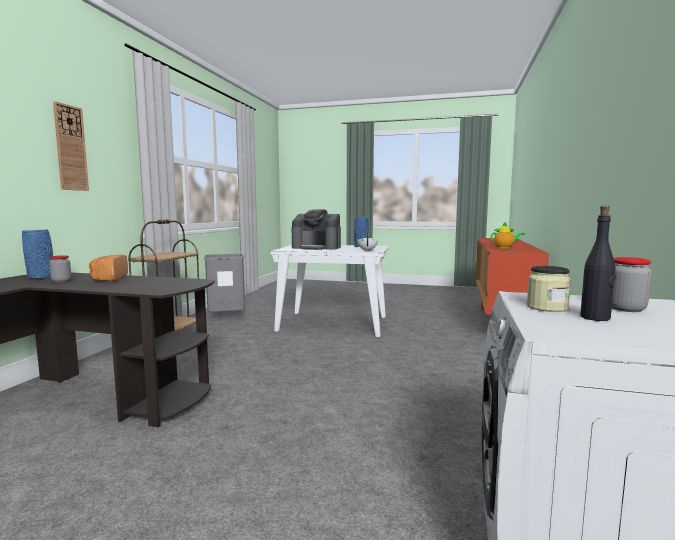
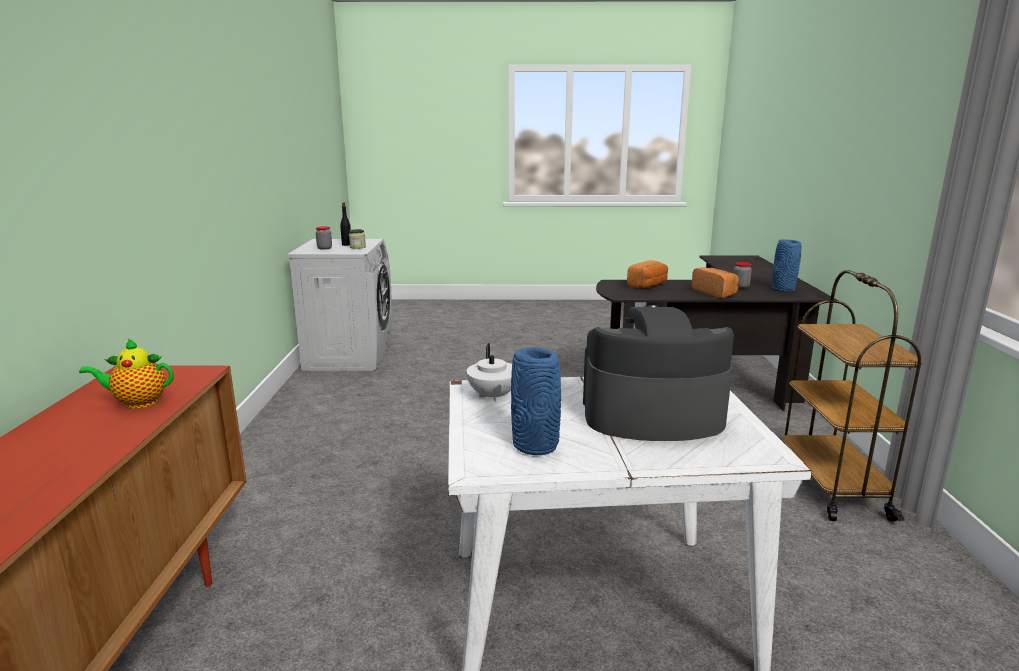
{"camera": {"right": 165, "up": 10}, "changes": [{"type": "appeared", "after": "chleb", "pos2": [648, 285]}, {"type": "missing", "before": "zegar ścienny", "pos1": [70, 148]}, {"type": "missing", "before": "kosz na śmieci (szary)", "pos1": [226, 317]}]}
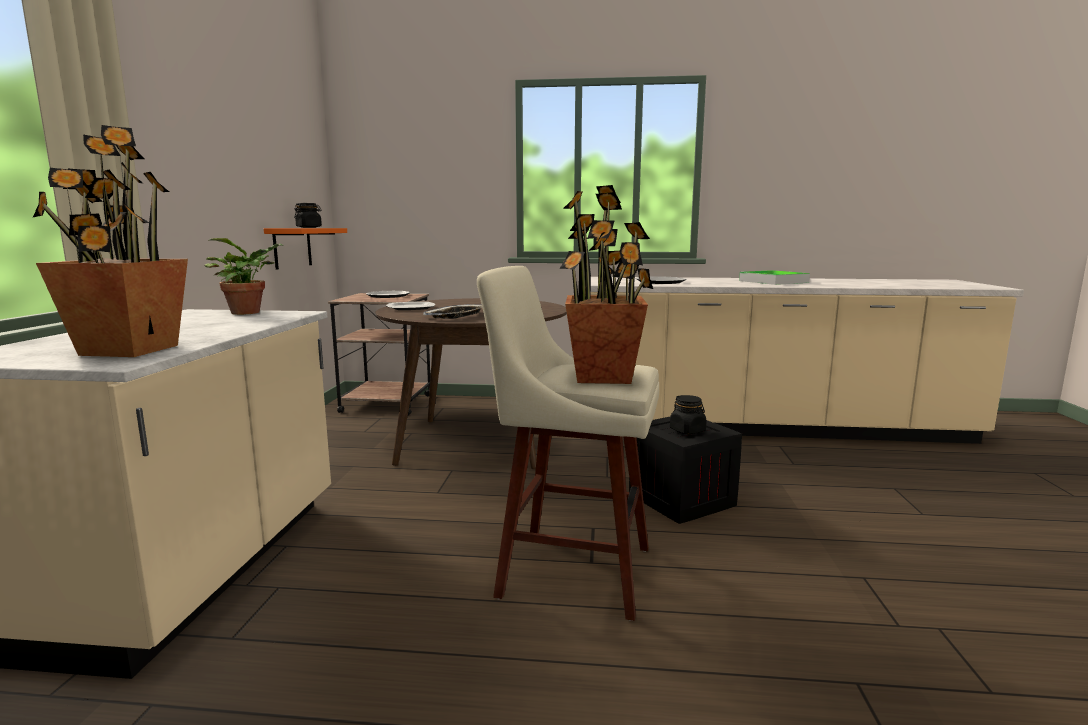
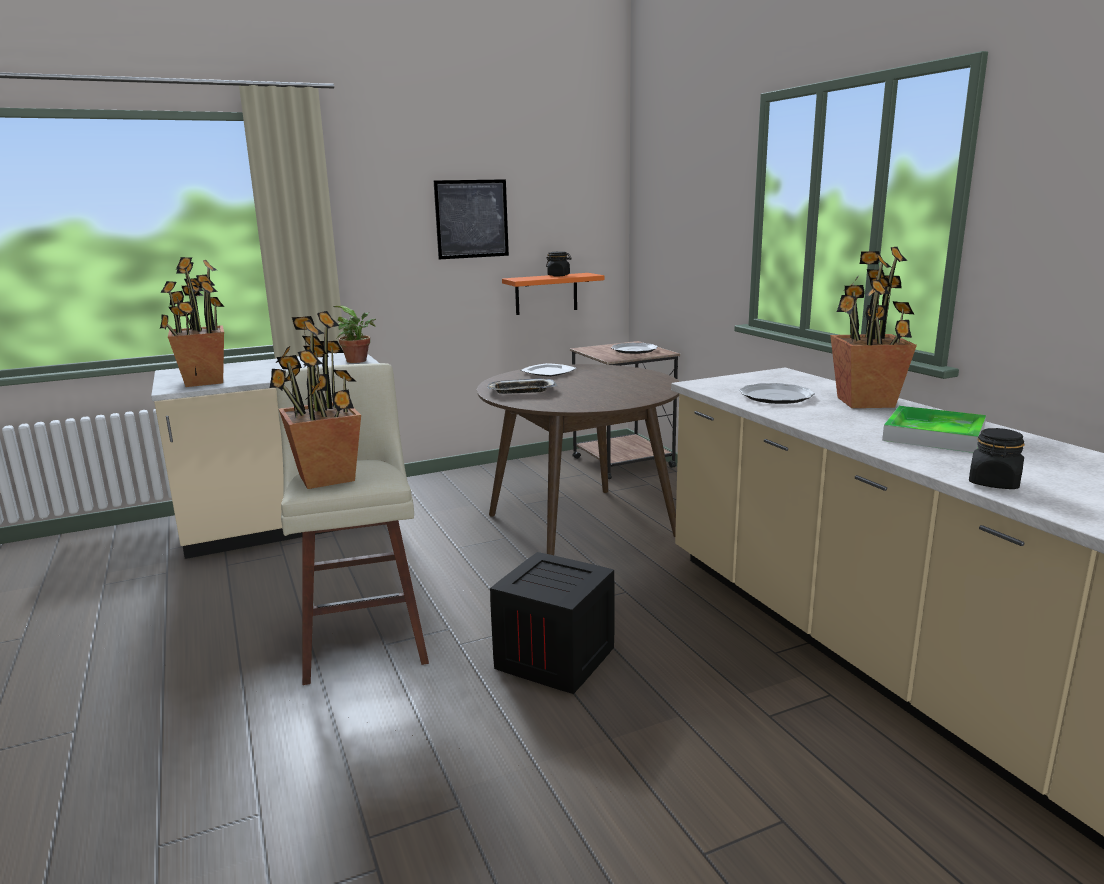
{"camera": {"right": 60, "up": 5}, "changes": [{"type": "appeared", "after": "obraz", "pos2": [471, 219]}, {"type": "appeared", "after": "roślina doniczkowa", "pos2": [864, 402]}, {"type": "relocated", "before": "słoik (czarny)", "pos1": [687, 430], "pos2": [994, 483]}]}
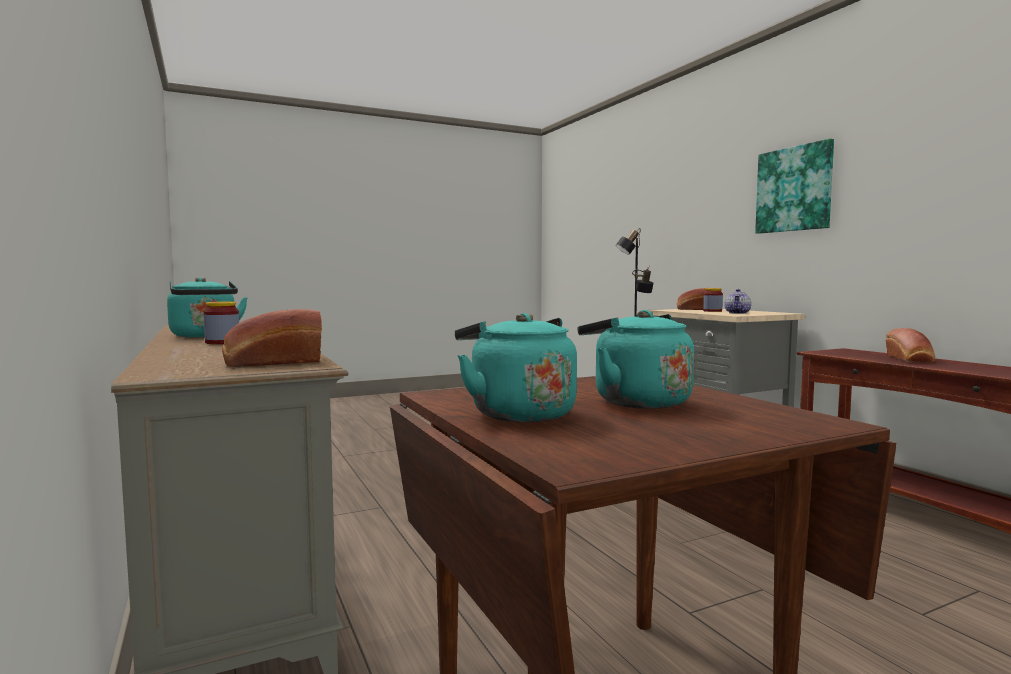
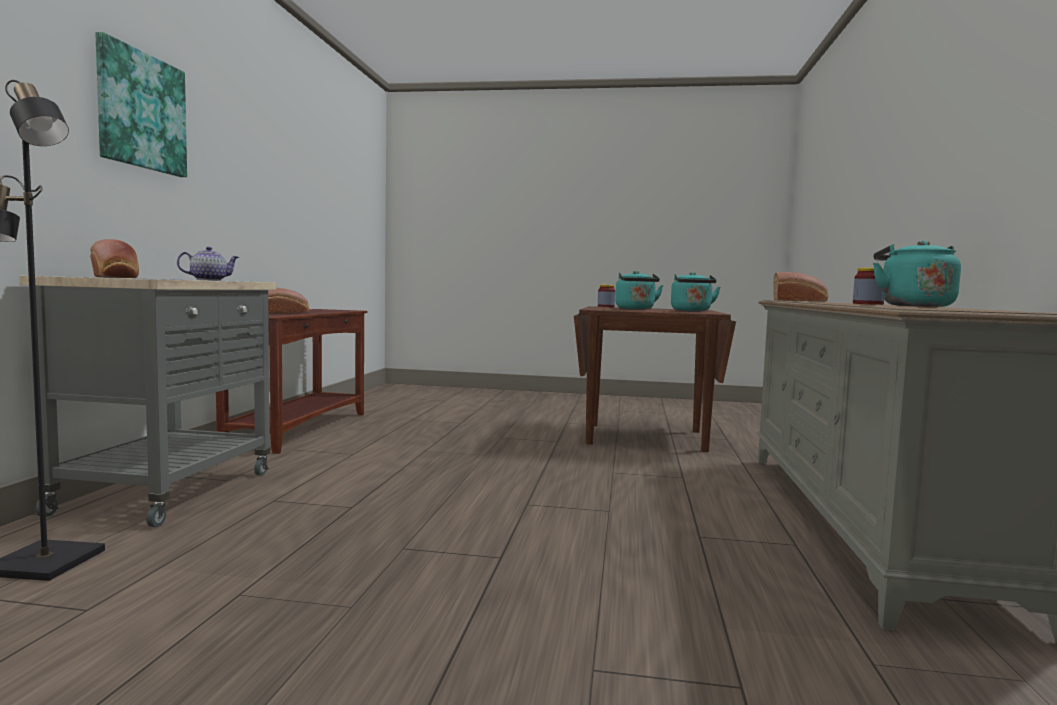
{"camera": {"right": -145, "up": 0}, "changes": [{"type": "relocated", "before": "słoik", "pos1": [712, 311], "pos2": [606, 306]}]}
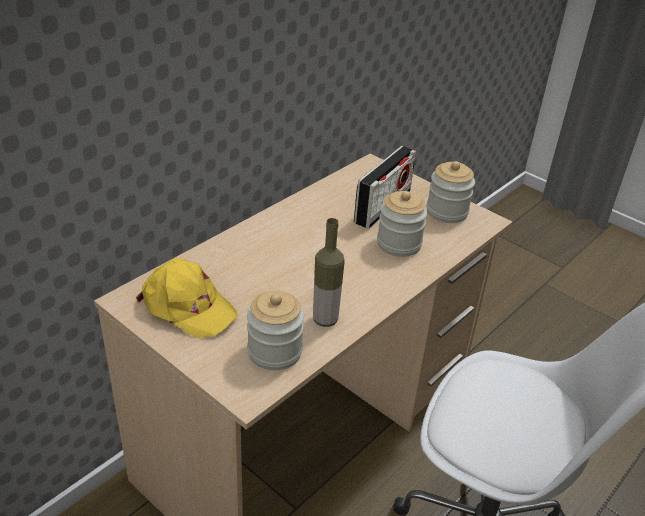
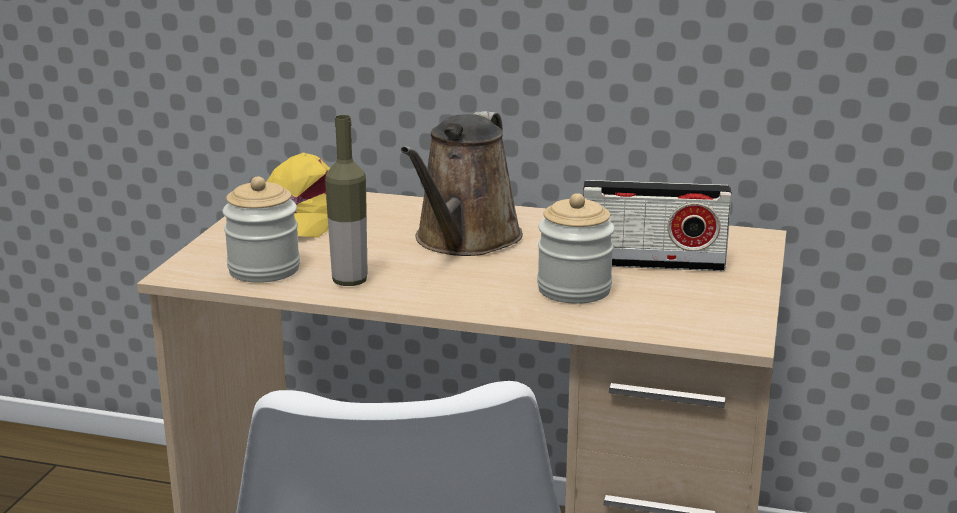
{"camera": {"right": 65, "up": -15}, "changes": [{"type": "appeared", "after": "konewka (brązowy)", "pos2": [464, 240]}, {"type": "missing", "before": "słoik", "pos1": [447, 212]}]}
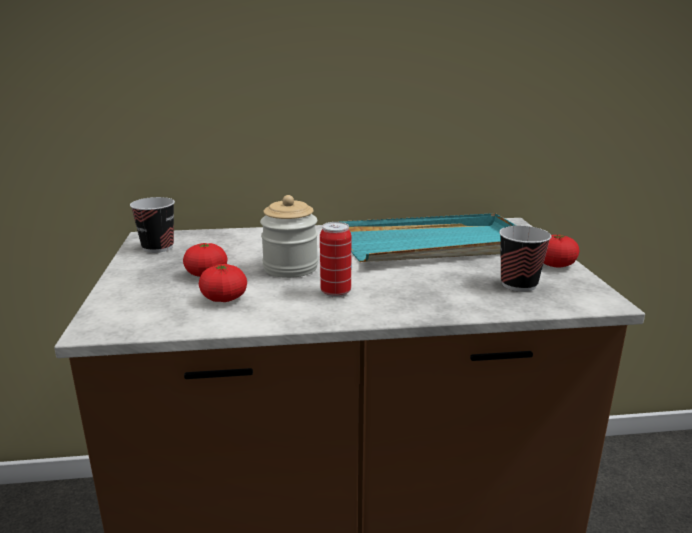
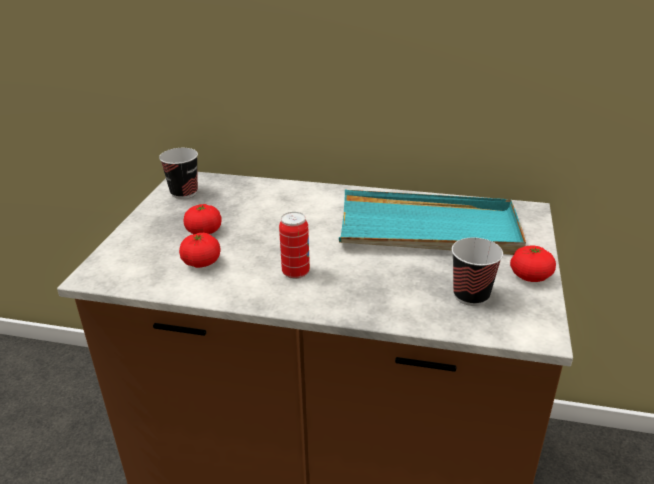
{"camera": {"right": 20, "up": 10}, "changes": [{"type": "missing", "before": "słoik", "pos1": [290, 268]}]}
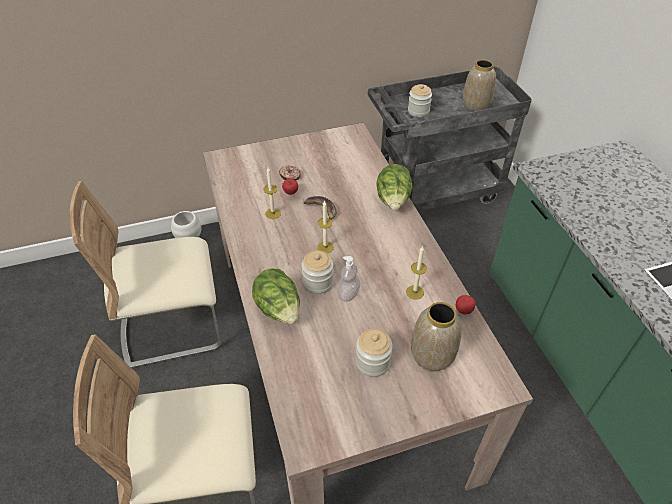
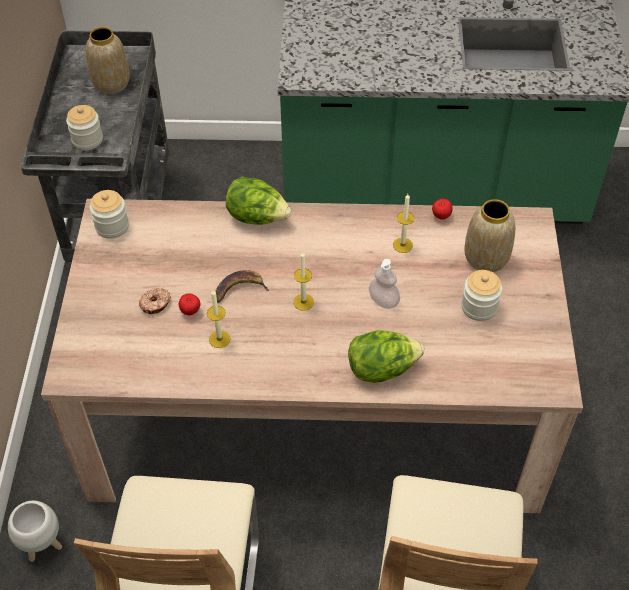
{"camera": {"right": -70, "up": 5}, "changes": [{"type": "relocated", "before": "słoik", "pos1": [318, 283], "pos2": [112, 226]}]}
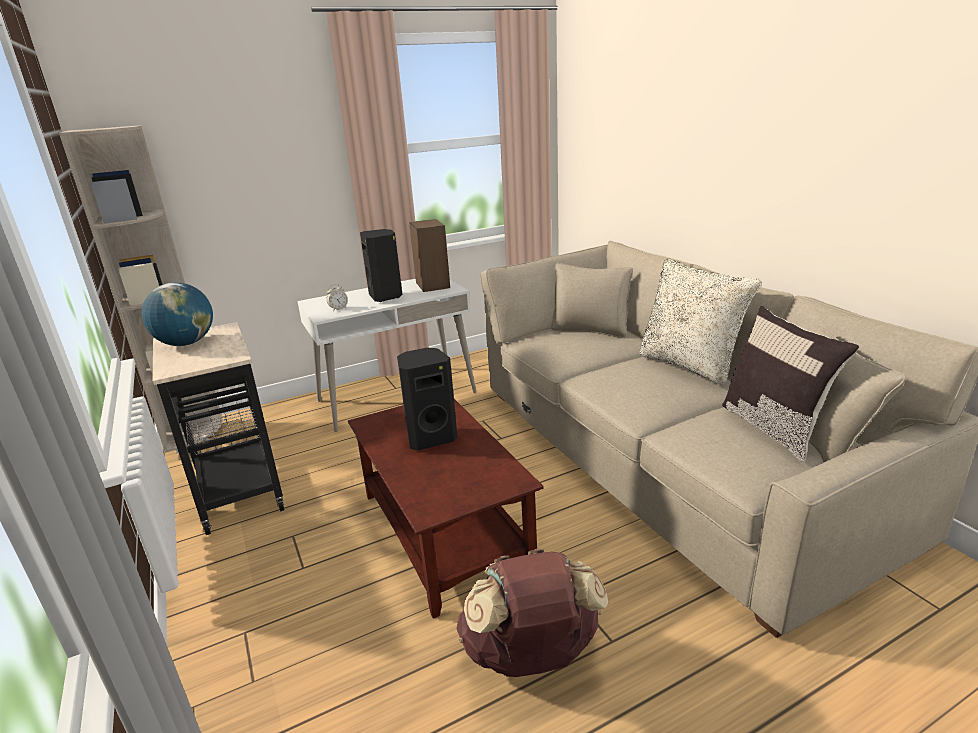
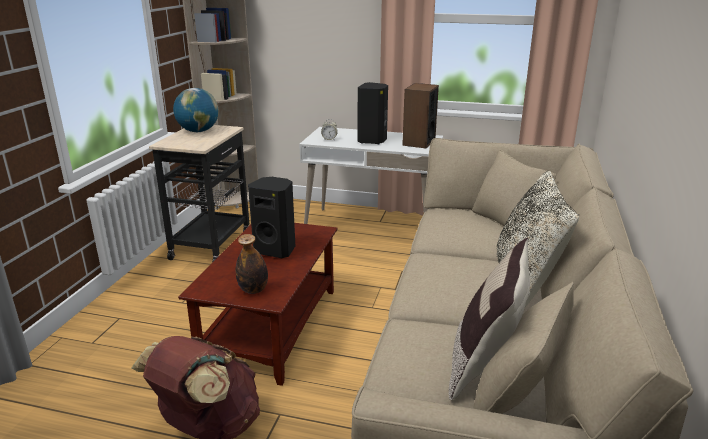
{"camera": {"right": 40, "up": 0}, "changes": [{"type": "appeared", "after": "butelka", "pos2": [253, 290]}]}
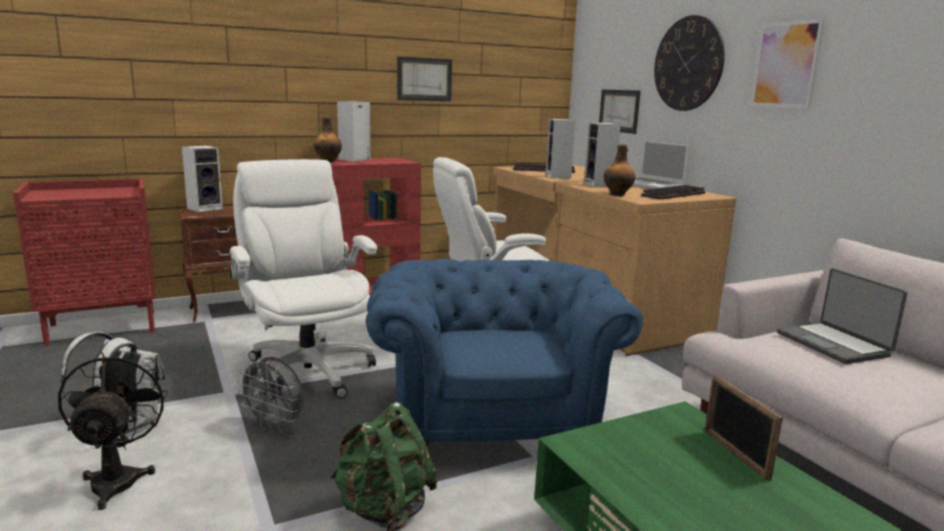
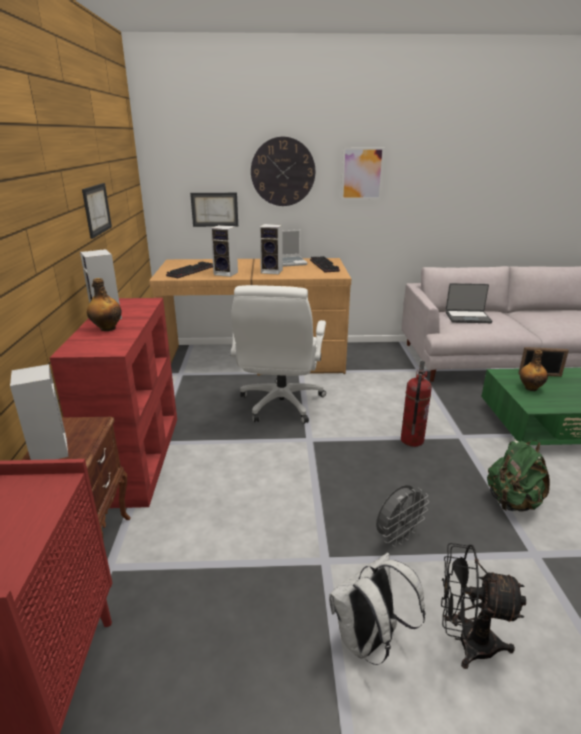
{"camera": {"right": -65, "up": 10}, "changes": [{"type": "exchanged", "before": "fotel (niebieski)", "after": "gaśnica", "pos1": [490, 419], "pos2": [412, 440]}, {"type": "relocated", "before": "butelka", "pos1": [618, 194], "pos2": [530, 388]}, {"type": "missing", "before": "krzesło biurowe (biały)", "pos1": [306, 368]}]}
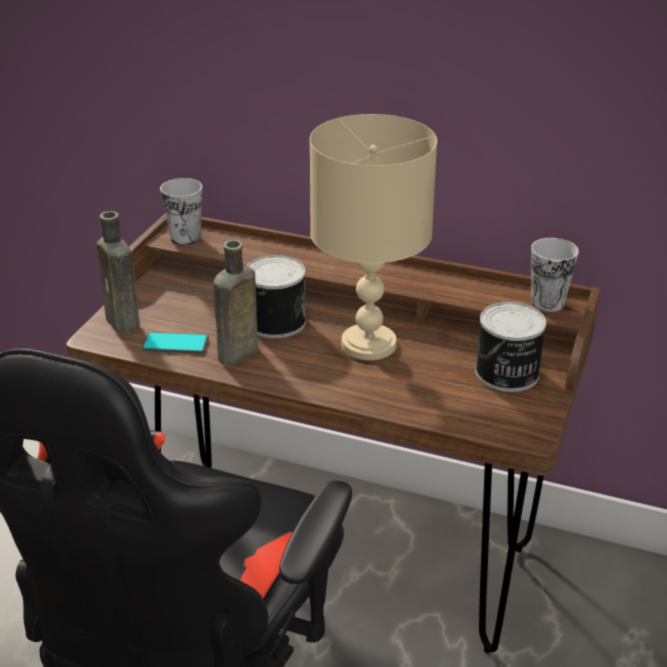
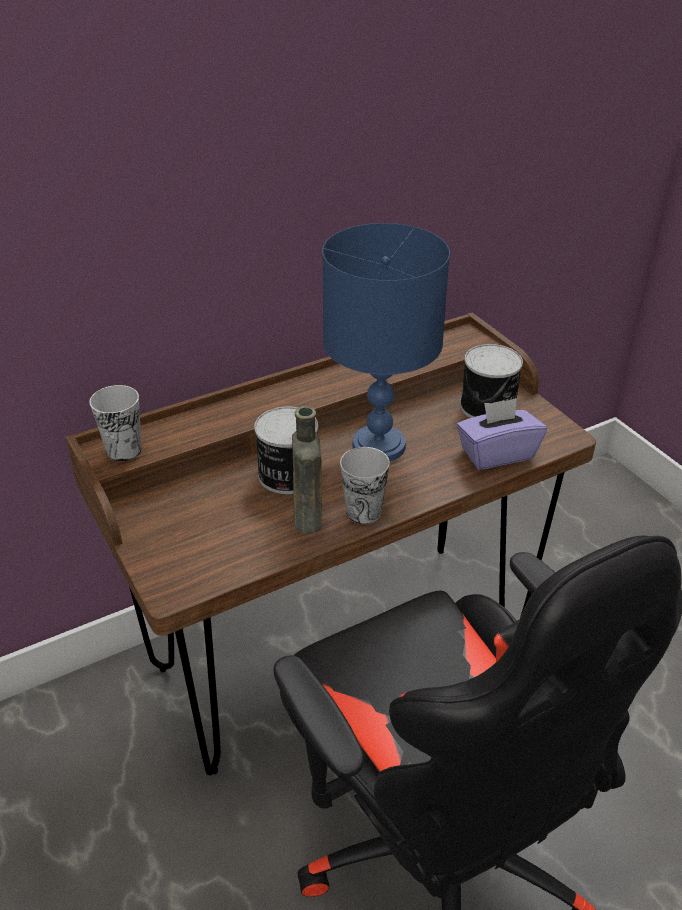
{"camera": {"right": -50, "up": 5}, "changes": [{"type": "colour", "before": "lampa stołowa (beżowy)", "after": "lampa stołowa (niebieski)", "pos1": [369, 345], "pos2": [380, 446]}, {"type": "relocated", "before": "filiżanka", "pos1": [547, 302], "pos2": [363, 512]}, {"type": "appeared", "after": "pudełko chusteczek (fioletowy)", "pos2": [496, 453]}, {"type": "missing", "before": "butelka (brązowy)", "pos1": [124, 323]}, {"type": "missing", "before": "telefon", "pos1": [176, 344]}]}
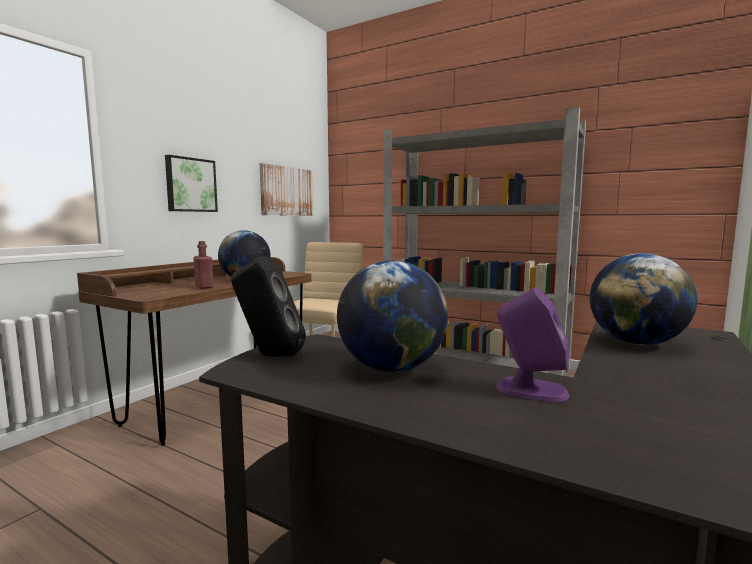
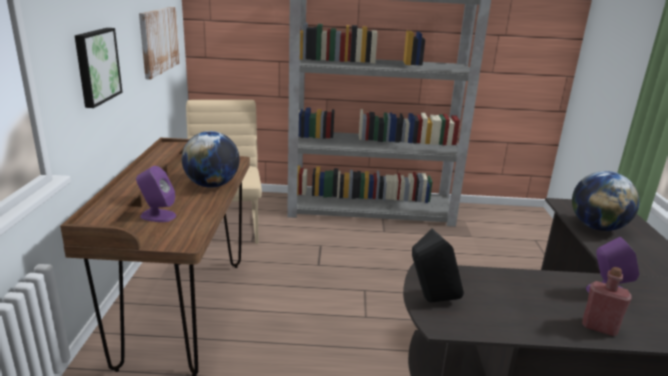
{"camera": {"right": -30, "up": 15}, "changes": [{"type": "appeared", "after": "głośnik (fioletowy)", "pos2": [157, 216]}, {"type": "relocated", "before": "butelka (czerwony)", "pos1": [204, 287], "pos2": [599, 327]}, {"type": "missing", "before": "globus", "pos1": [391, 368]}]}
